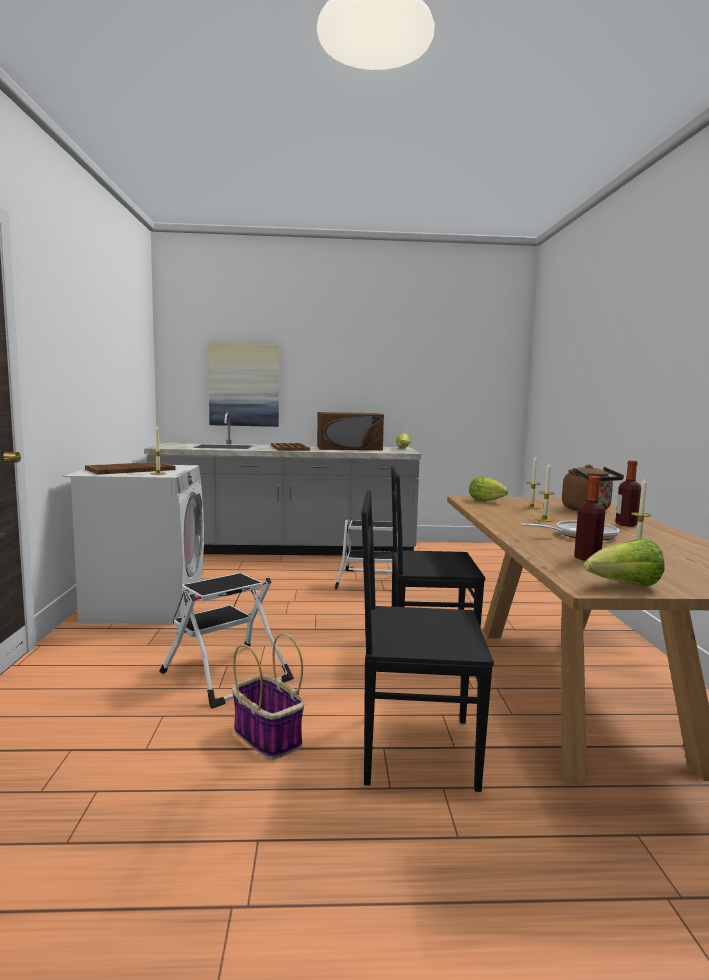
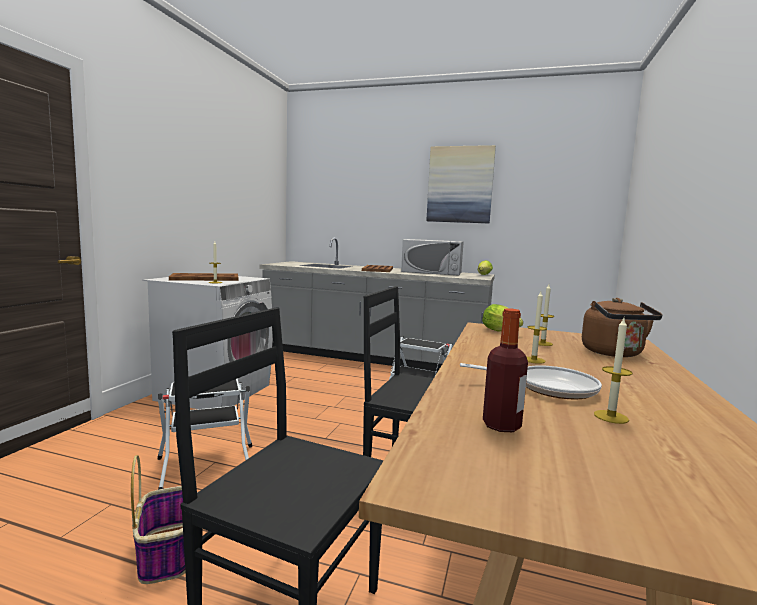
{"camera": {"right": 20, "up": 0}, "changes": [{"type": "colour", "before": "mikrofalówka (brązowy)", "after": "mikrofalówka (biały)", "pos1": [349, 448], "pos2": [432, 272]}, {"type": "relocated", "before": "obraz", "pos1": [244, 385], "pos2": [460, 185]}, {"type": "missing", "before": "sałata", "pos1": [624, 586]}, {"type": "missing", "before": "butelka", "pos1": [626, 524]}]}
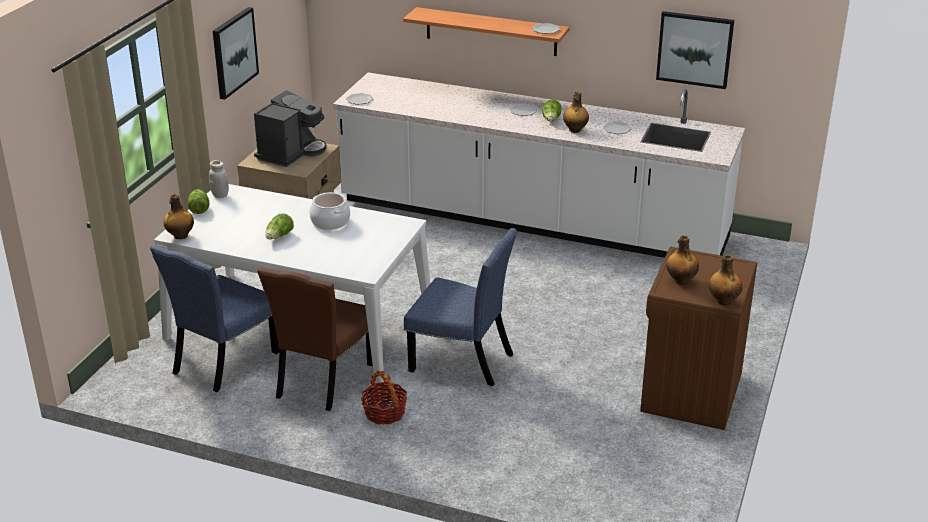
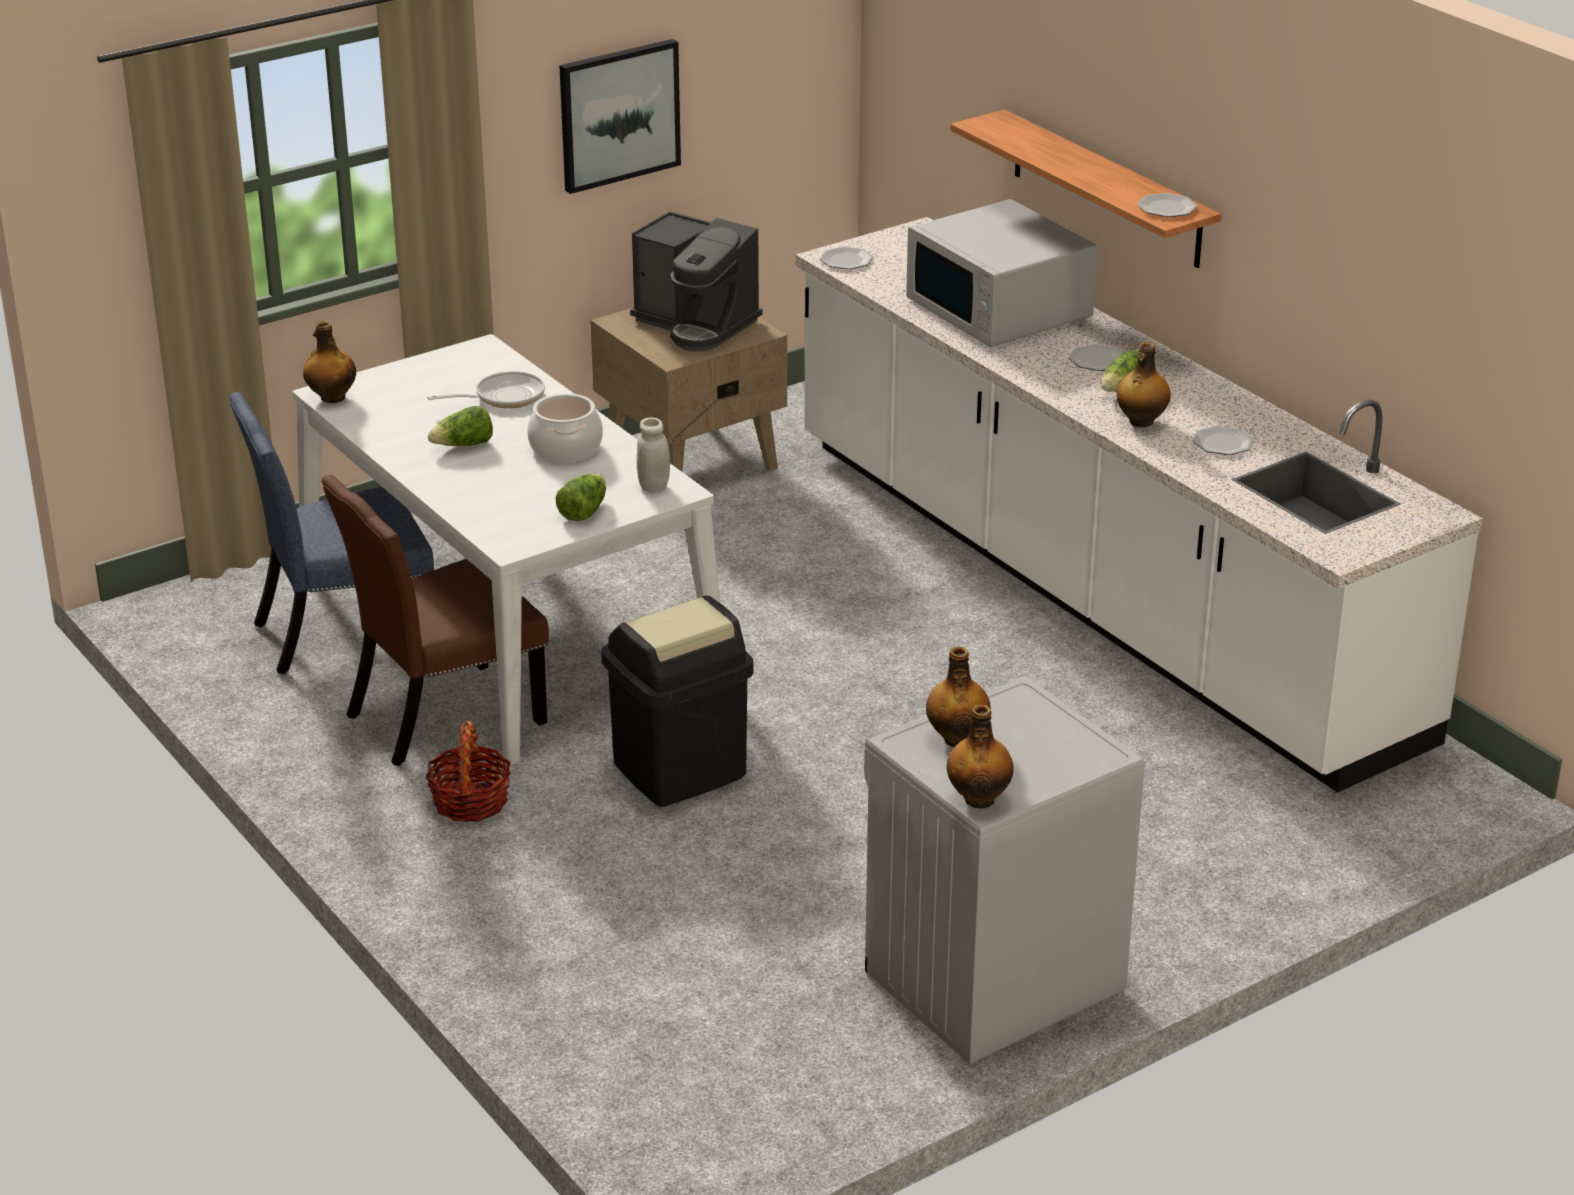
{"camera": {"right": 35, "up": 0}, "changes": [{"type": "appeared", "after": "patelnia", "pos2": [503, 397]}, {"type": "relocated", "before": "sałata", "pos1": [198, 208], "pos2": [583, 511]}, {"type": "exchanged", "before": "krzesło (niebieski)", "after": "kosz na śmieci (czarny)", "pos1": [460, 360], "pos2": [680, 771]}, {"type": "spun", "before": "ekspres do kawy", "pos1": [291, 152], "pos2": [696, 324], "turn": 60}, {"type": "relocated", "before": "słoik (biały)", "pos1": [220, 195], "pos2": [653, 486]}, {"type": "colour", "before": "pralka (brązowy)", "after": "pralka (biały)", "pos1": [688, 392], "pos2": [990, 978]}, {"type": "appeared", "after": "mikrofalówka (biały)", "pos2": [999, 310]}, {"type": "missing", "before": "obraz", "pos1": [694, 49]}]}
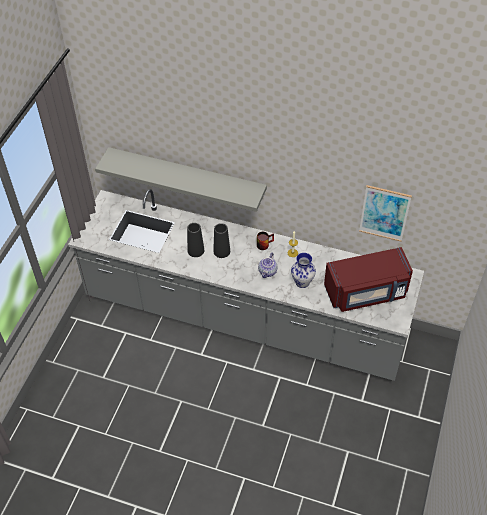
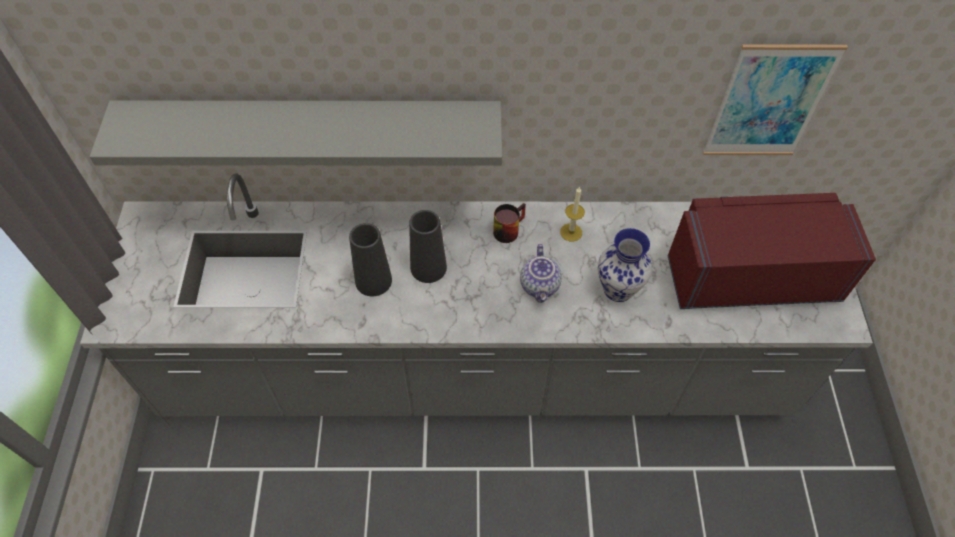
{"camera": {"right": -20, "up": 5}, "changes": [{"type": "spun", "before": "mikrofalówka (czerwony)", "pos1": [366, 292], "pos2": [749, 275], "turn": -150}]}
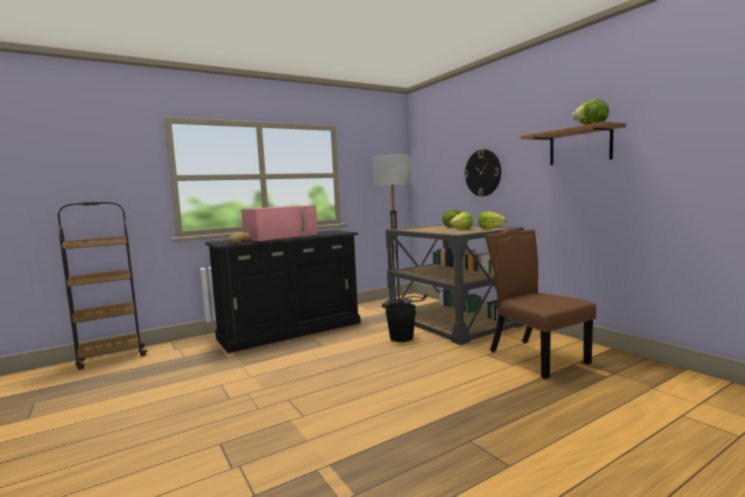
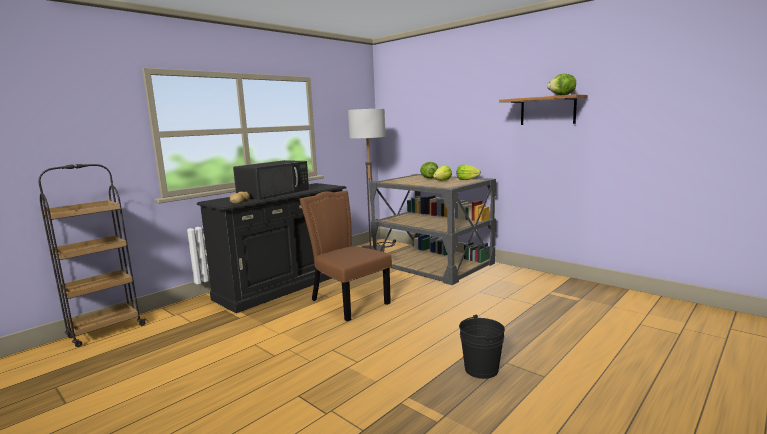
{"camera": {"right": -15, "up": 5}, "changes": [{"type": "colour", "before": "mikrofalówka (różowy)", "after": "mikrofalówka (czarny)", "pos1": [282, 236], "pos2": [274, 193]}, {"type": "relocated", "before": "krzesło (brązowy)", "pos1": [537, 358], "pos2": [349, 303]}, {"type": "relocated", "before": "wiadro (czarny)", "pos1": [401, 338], "pos2": [481, 369]}, {"type": "missing", "before": "zegar ścienny", "pos1": [483, 173]}]}
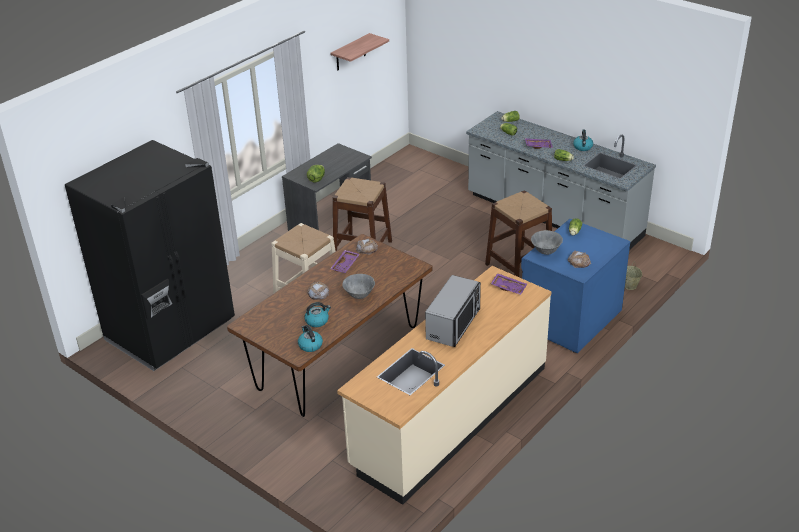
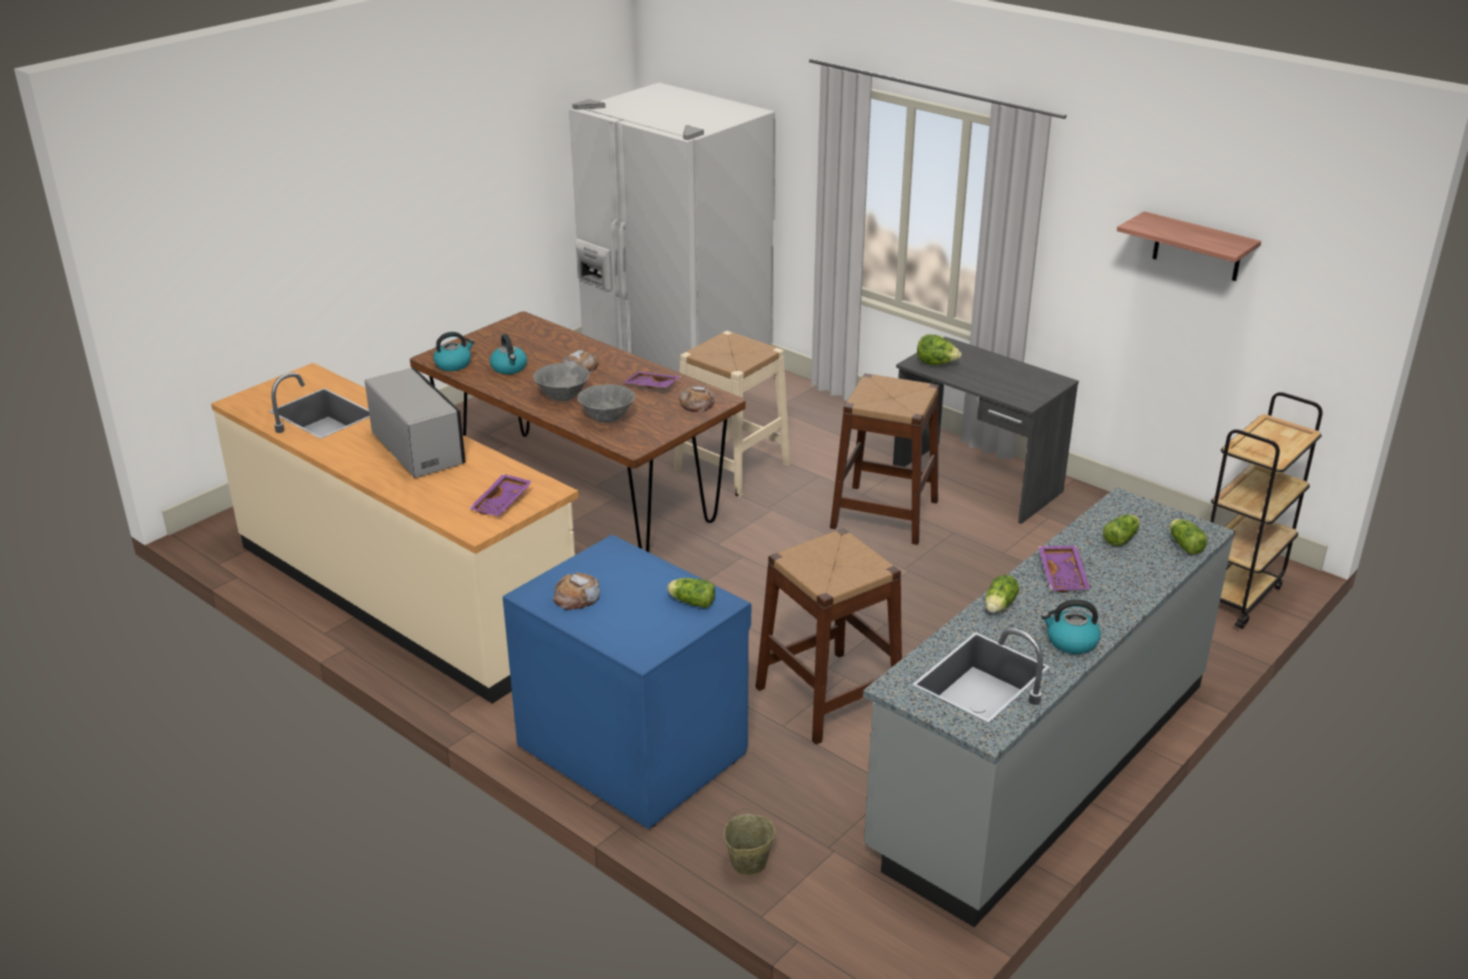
{"camera": {"right": 90, "up": -5}, "changes": [{"type": "spun", "before": "mikrofalówka", "pos1": [453, 324], "pos2": [418, 448], "turn": -150}, {"type": "colour", "before": "lodówka (czarny)", "after": "lodówka (biały)", "pos1": [171, 330], "pos2": [676, 368]}, {"type": "relocated", "before": "miska (szary)", "pos1": [546, 252], "pos2": [606, 419]}, {"type": "appeared", "after": "wózek (brązowy)", "pos2": [1238, 600]}]}
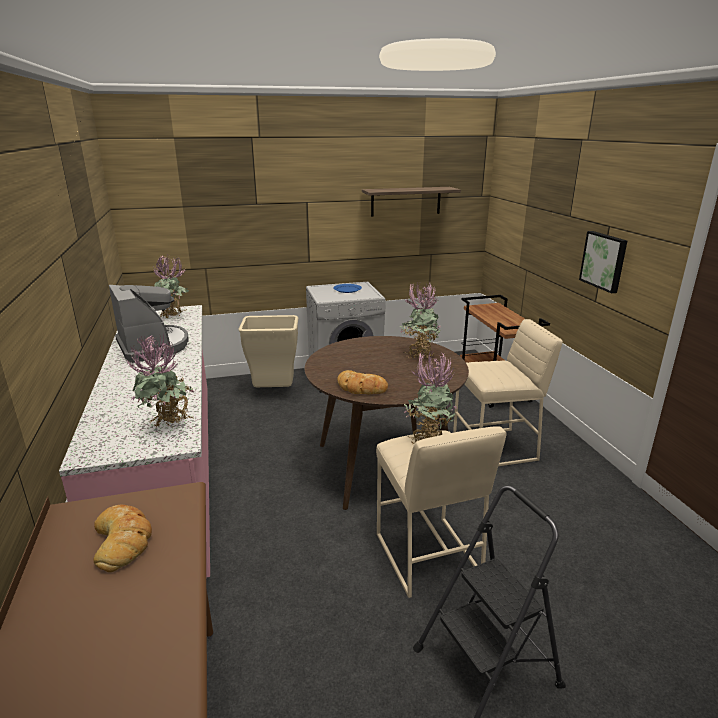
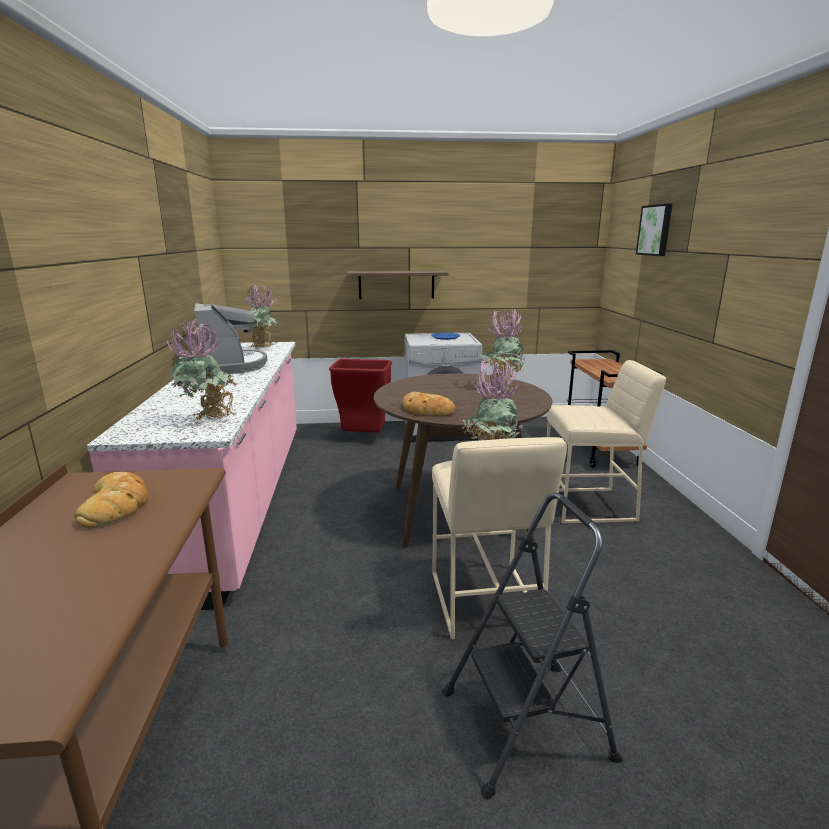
{"camera": {"right": 10, "up": -5}, "changes": [{"type": "colour", "before": "kosz na śmieci (beżowy)", "after": "kosz na śmieci (czerwony)", "pos1": [274, 392], "pos2": [364, 439]}, {"type": "relocated", "before": "półka", "pos1": [406, 201], "pos2": [396, 284]}, {"type": "relocated", "before": "obraz", "pos1": [604, 261], "pos2": [655, 230]}]}
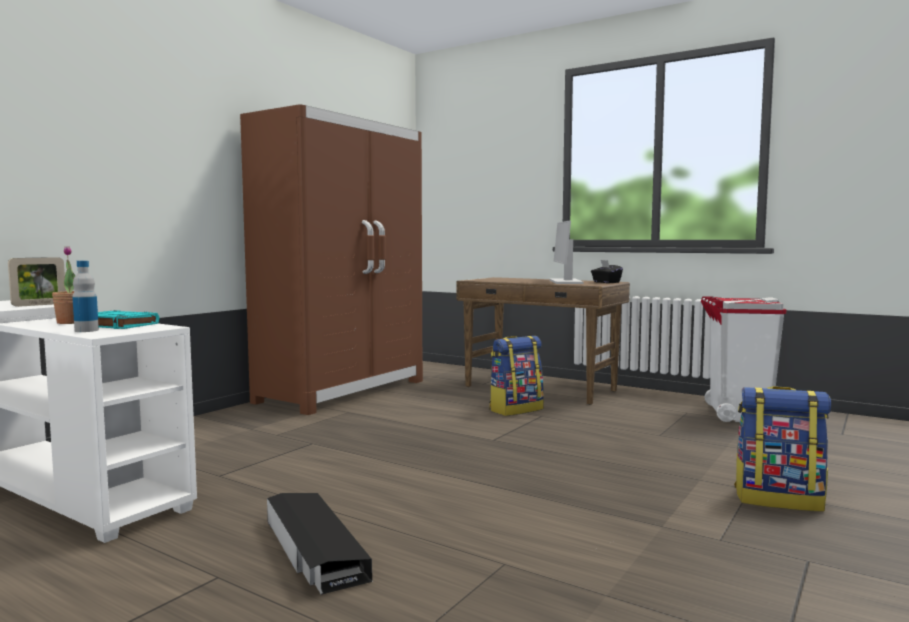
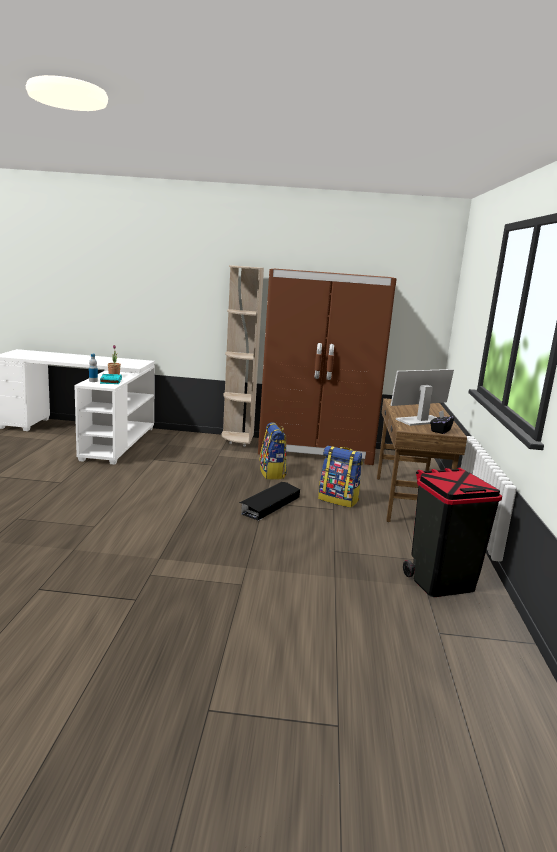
{"camera": {"right": 60, "up": 10}, "changes": [{"type": "appeared", "after": "regał (beżowy)", "pos2": [237, 441]}, {"type": "relocated", "before": "pojemnik do przechowywania (czarny)", "pos1": [314, 549], "pos2": [269, 505]}, {"type": "relocated", "before": "plecak", "pos1": [778, 499], "pos2": [272, 473]}, {"type": "colour", "before": "kosz na śmieci (biały)", "after": "kosz na śmieci (czarny)", "pos1": [737, 415], "pos2": [440, 582]}, {"type": "missing", "before": "ramka na zdjęcie", "pos1": [39, 305]}]}
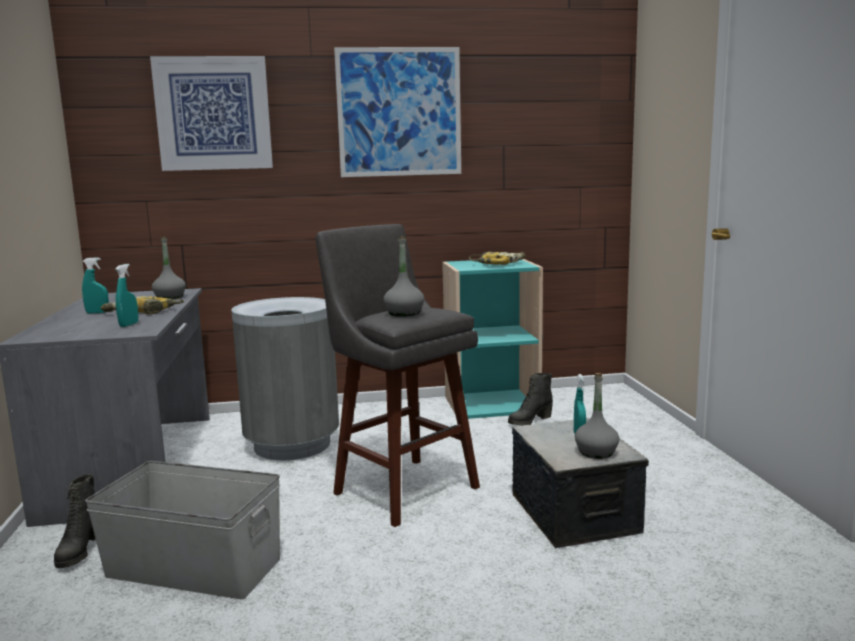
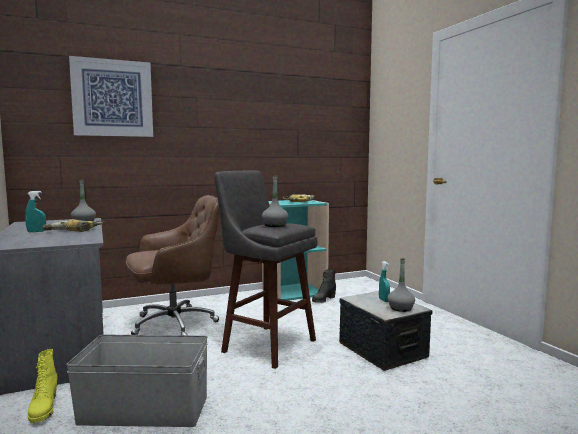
{"camera": {"right": -15, "up": -5}, "changes": [{"type": "colour", "before": "but z cholewką (czarny)", "after": "but z cholewką (żółty)", "pos1": [79, 551], "pos2": [43, 409]}, {"type": "exchanged", "before": "kosz na śmieci (szary)", "after": "krzesło biurowe (brązowy)", "pos1": [292, 445], "pos2": [174, 324]}, {"type": "missing", "before": "spryskiwacz (turkusowy)", "pos1": [129, 325]}, {"type": "missing", "before": "obraz", "pos1": [399, 112]}]}
